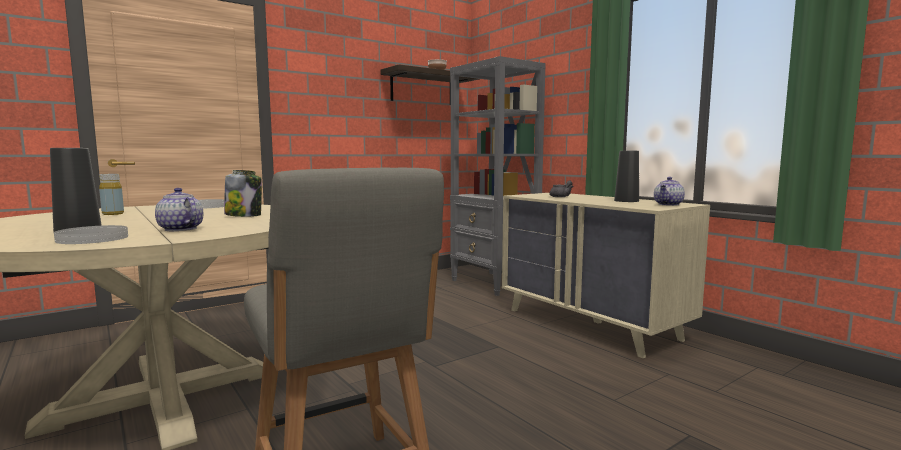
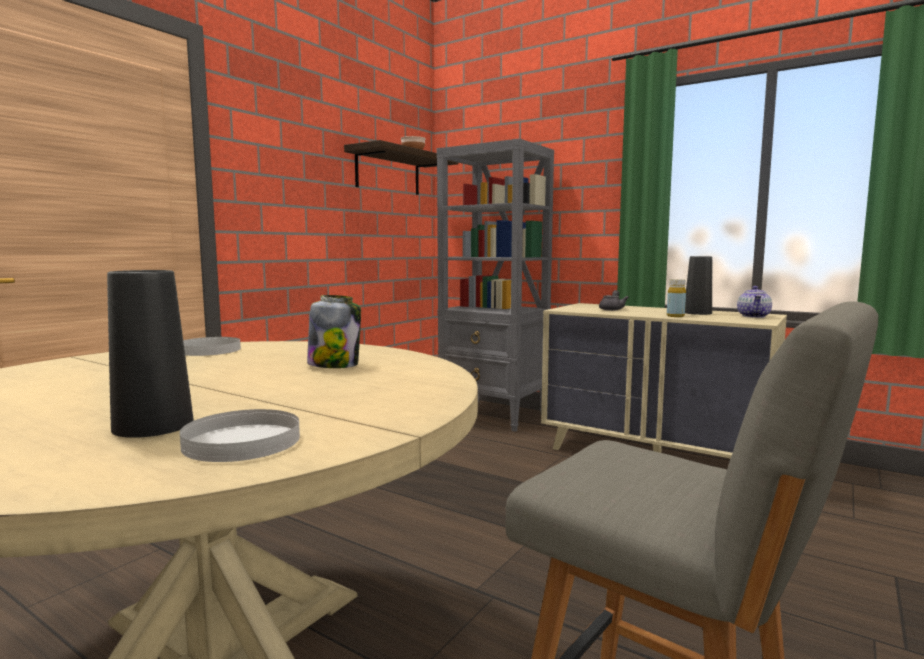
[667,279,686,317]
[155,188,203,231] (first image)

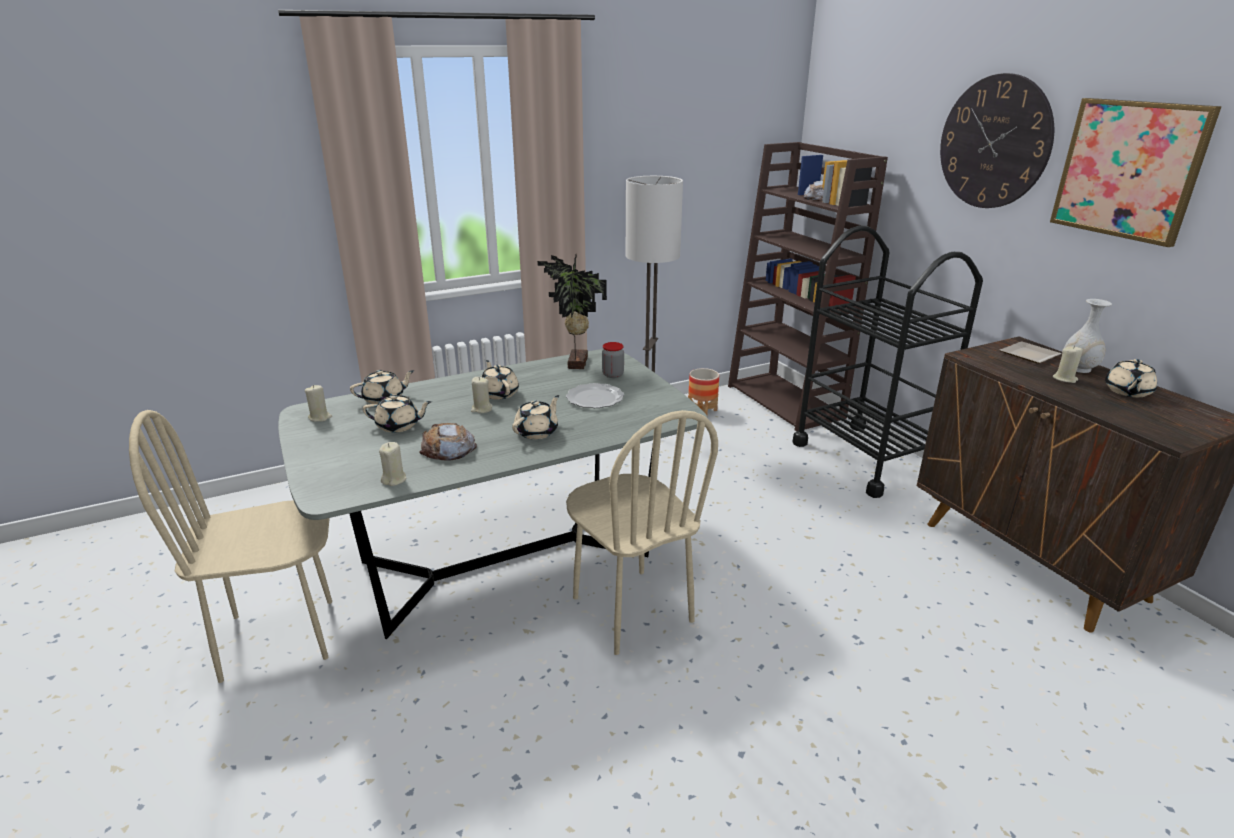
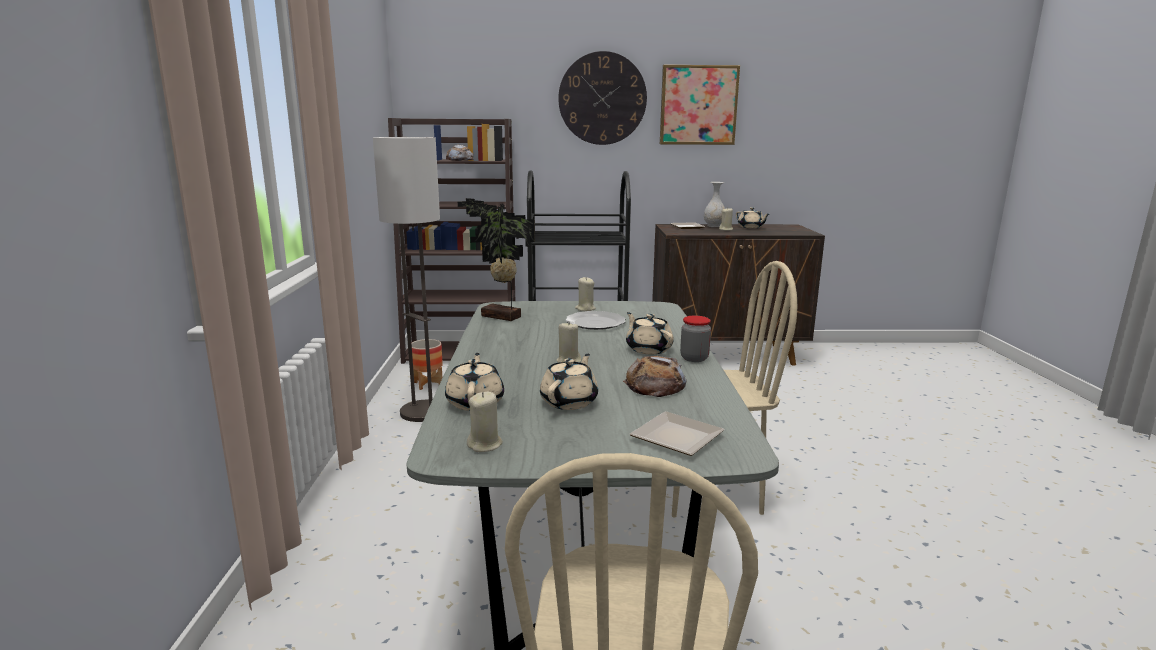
[575,277,596,311]
[630,411,725,456]
[680,316,711,362]
[481,360,519,400] (first image)

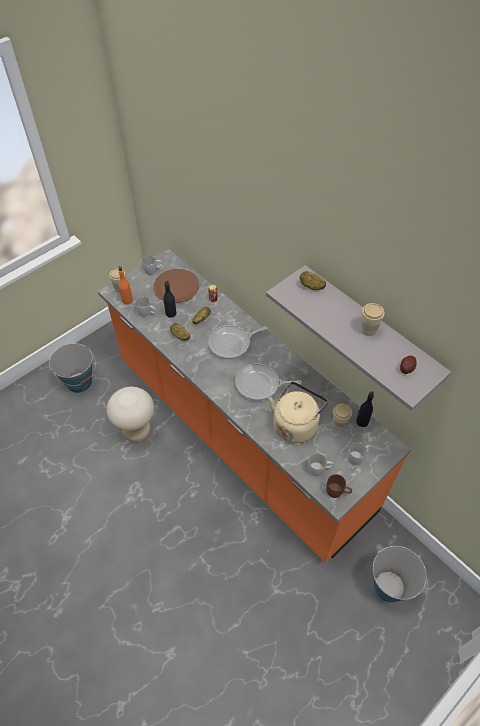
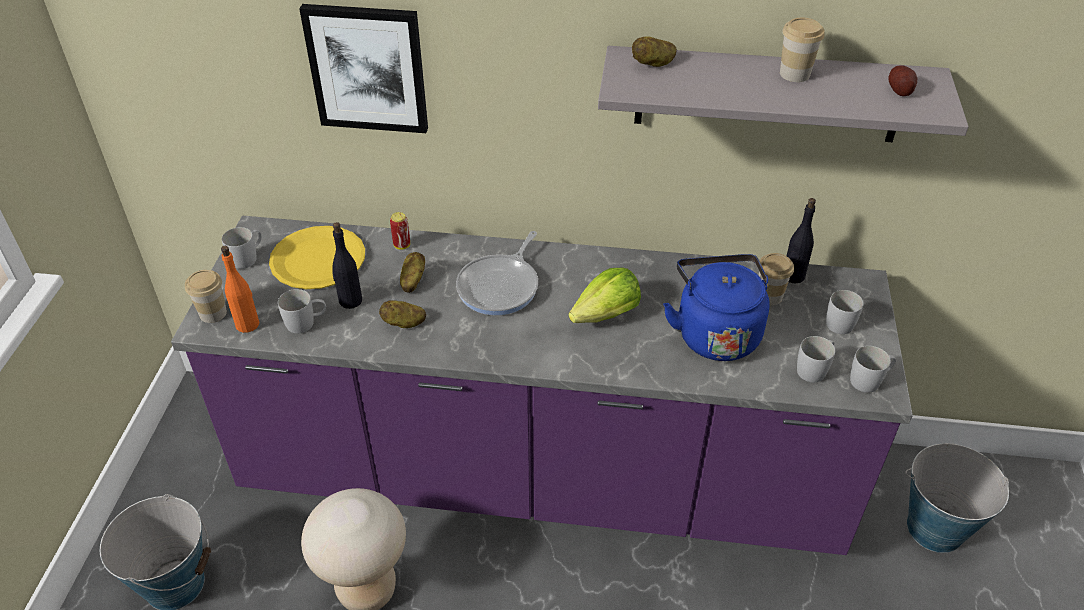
[171,216,913,555]
[269,226,365,289]
[299,4,428,133]
[568,267,641,323]
[663,254,770,361]
[850,346,896,393]

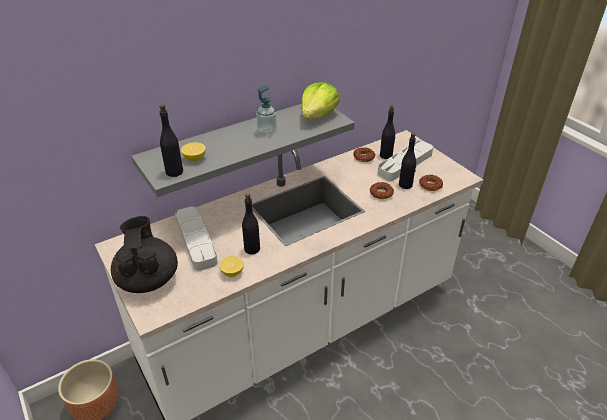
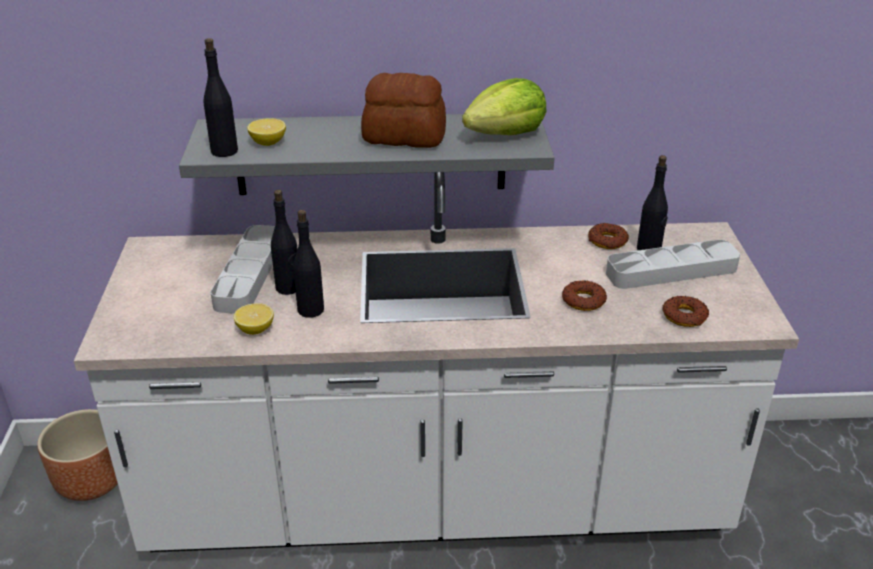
[271,190,297,295]
[361,73,446,148]
[111,216,178,293] (first image)

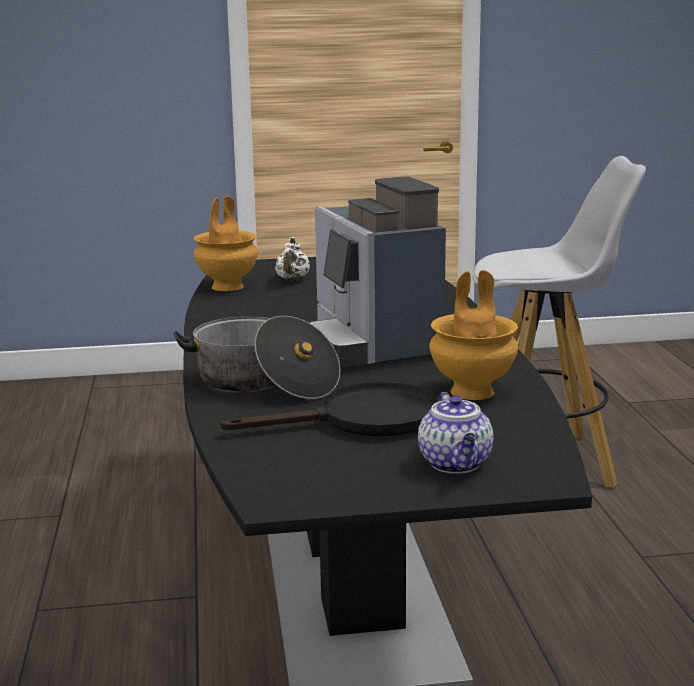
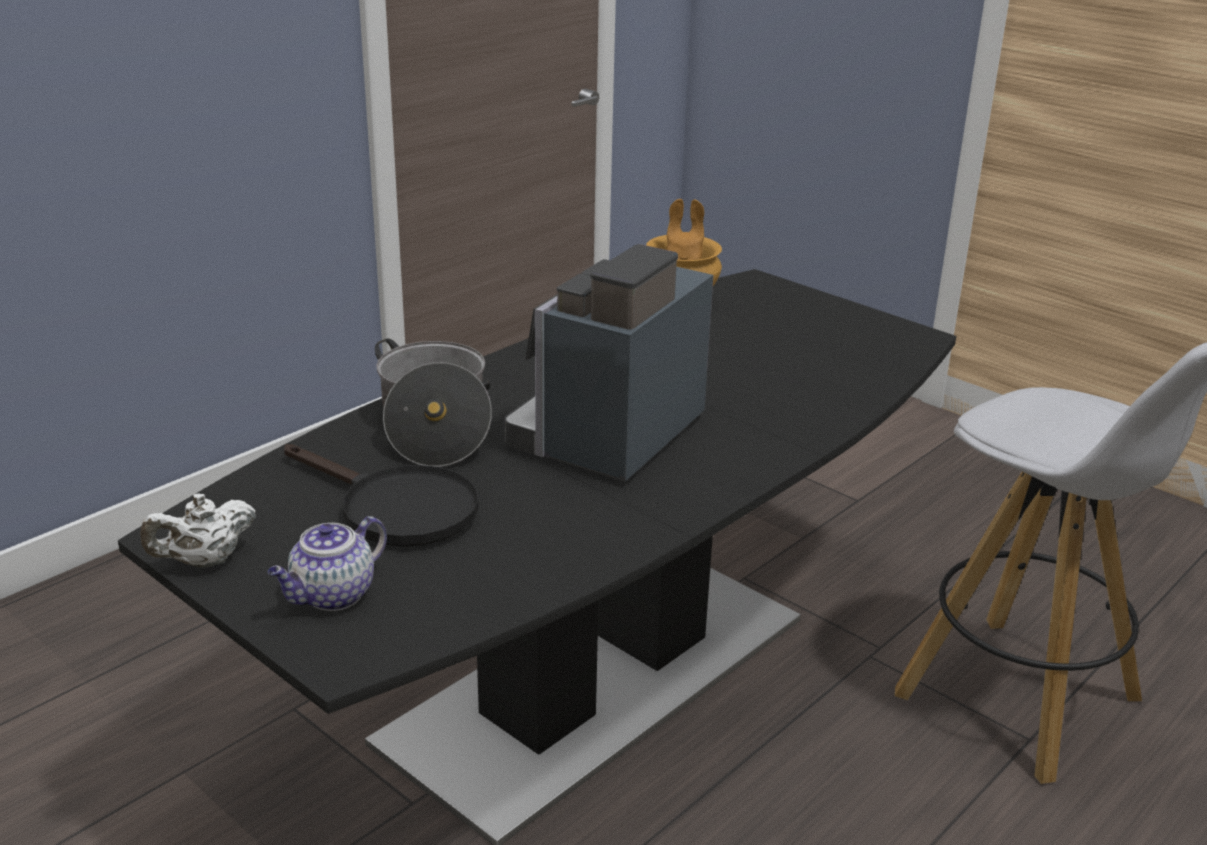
[140,493,256,568]
[429,270,518,400] (first image)

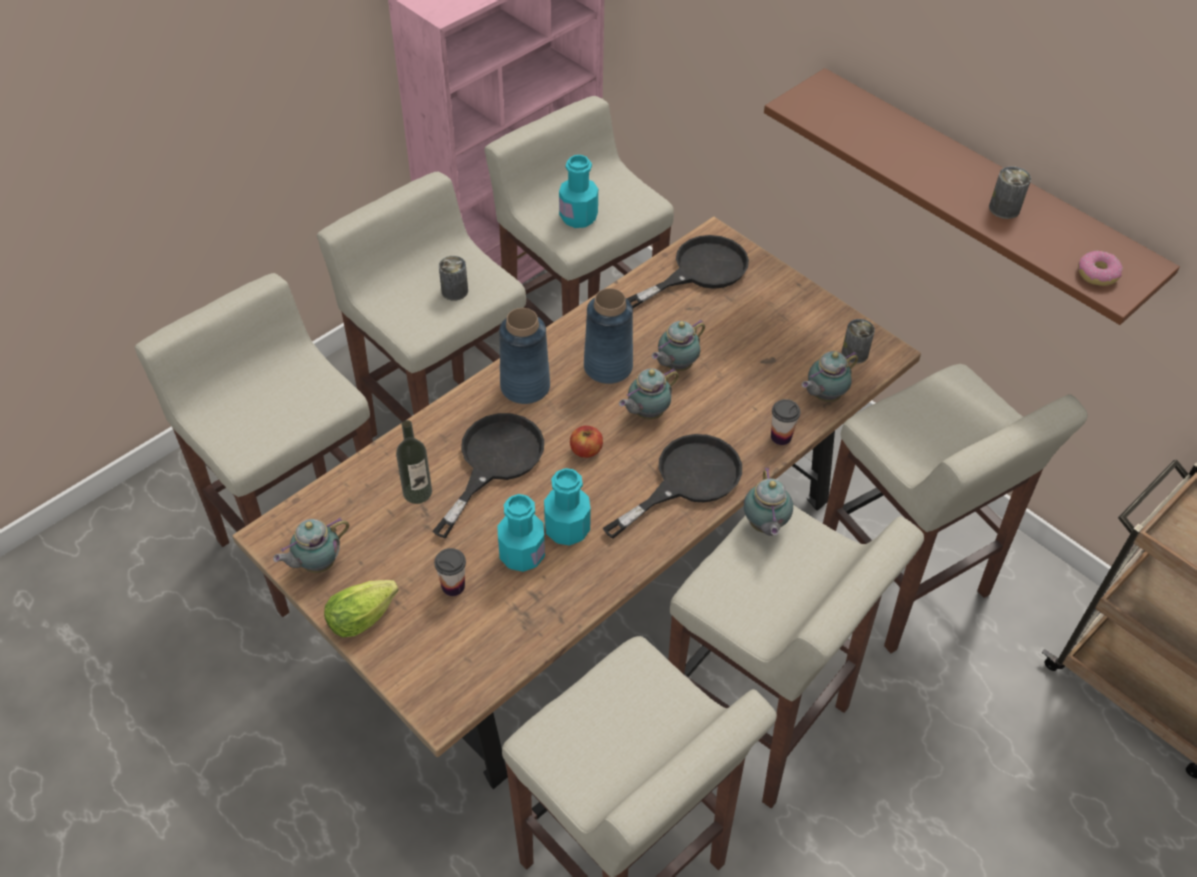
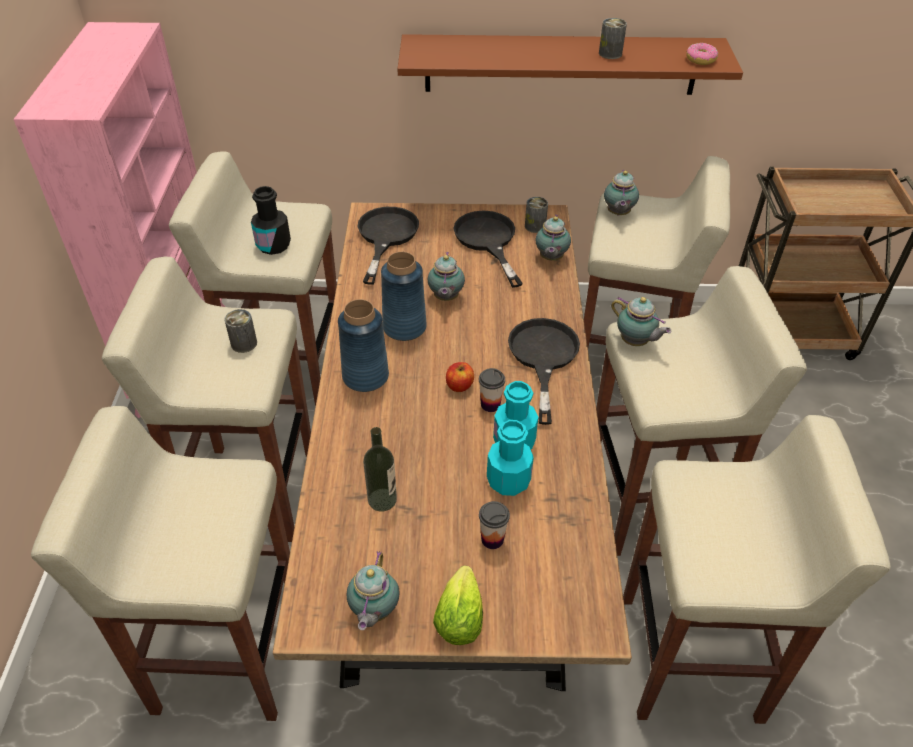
[251,186,291,255]
[453,211,523,288]
[479,368,505,412]
[604,170,639,216]

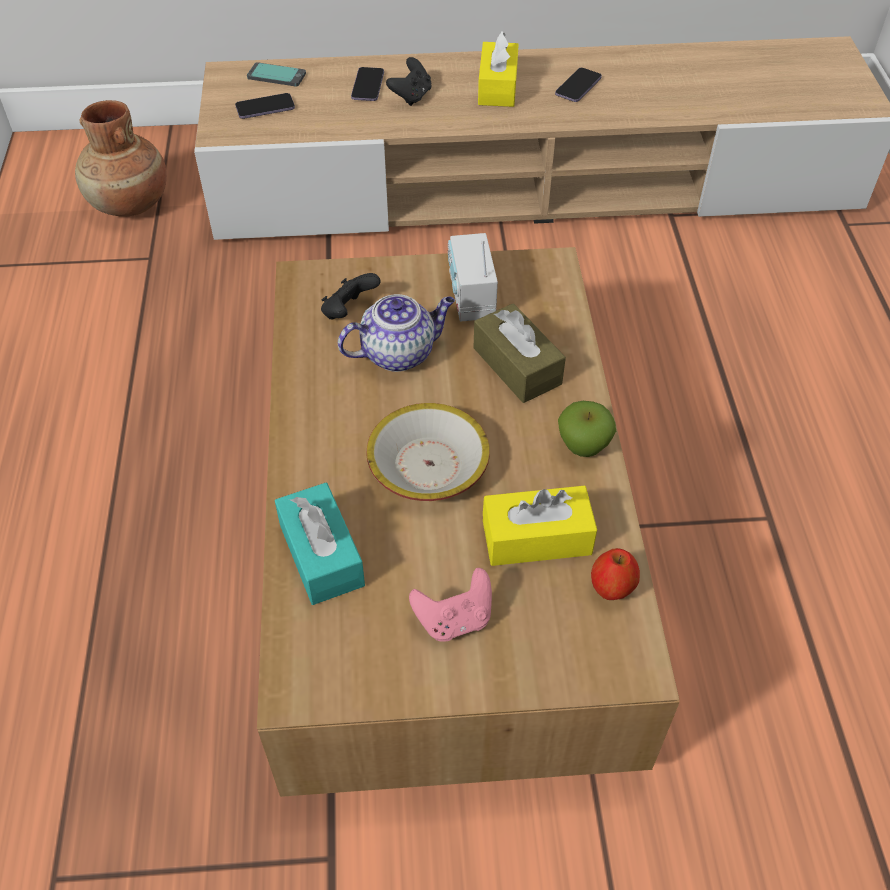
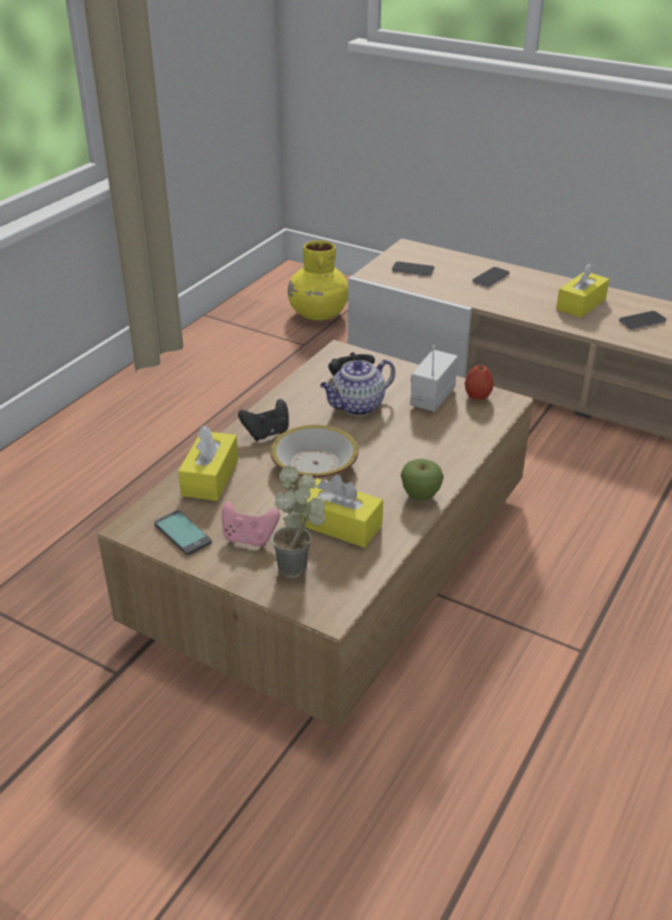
[154,510,212,555]
[178,425,238,501]
[238,399,289,441]
[272,465,326,578]
[288,241,348,321]
[320,359,395,416]
[465,365,494,400]
[473,303,566,403] (first image)

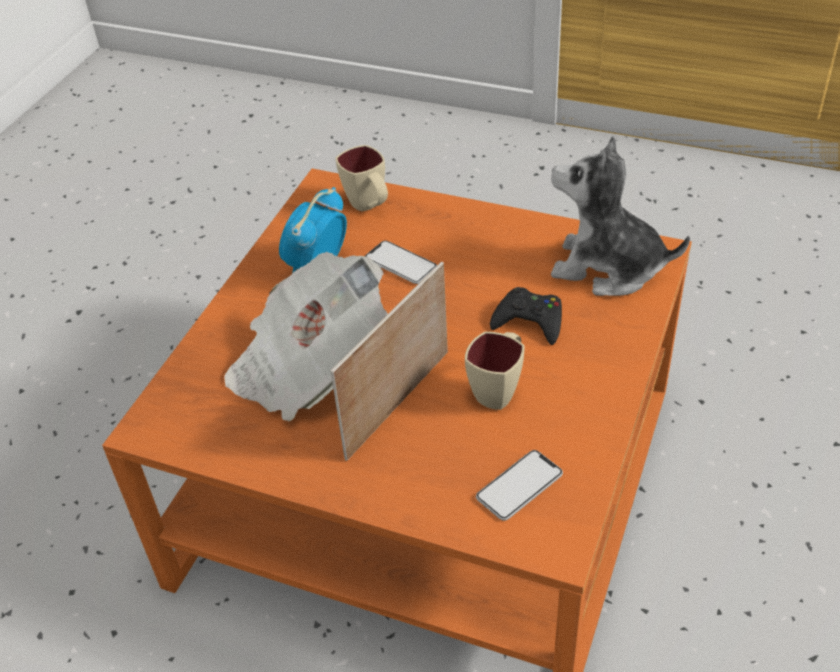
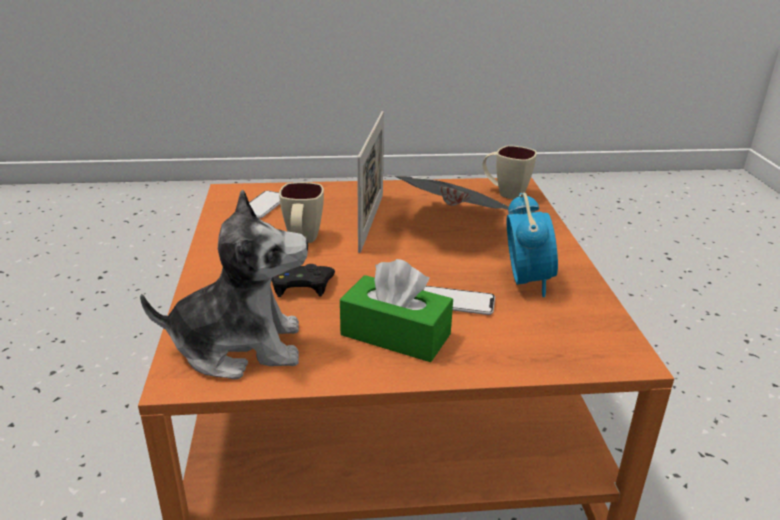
[340,259,453,362]
[483,145,537,199]

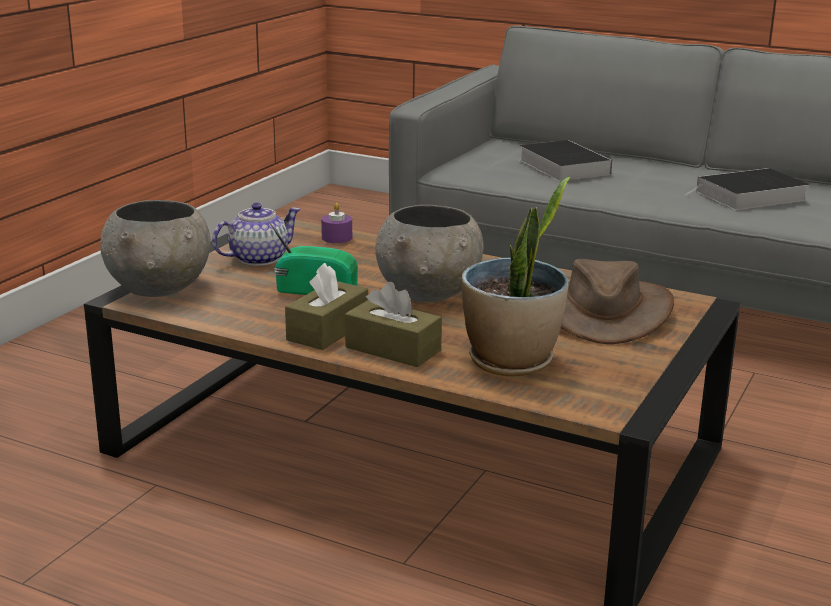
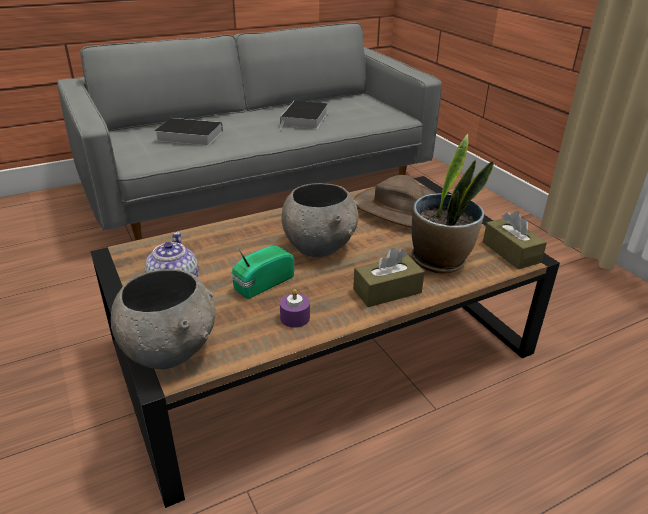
[280,289,310,328]
[483,211,547,269]

